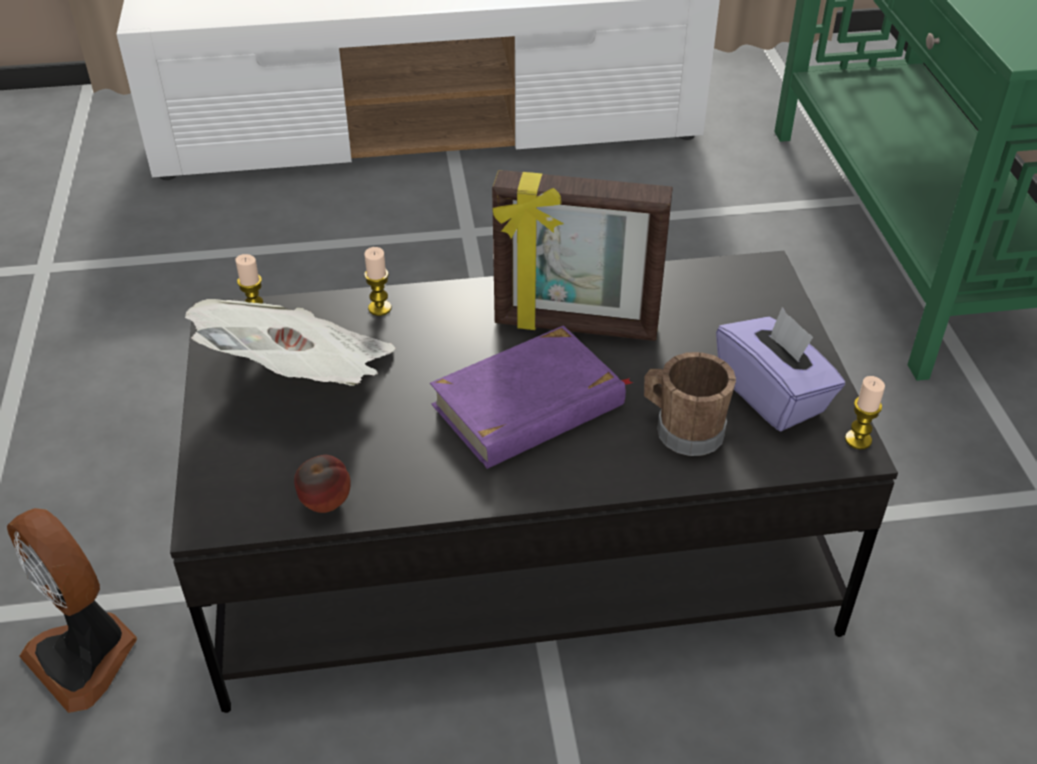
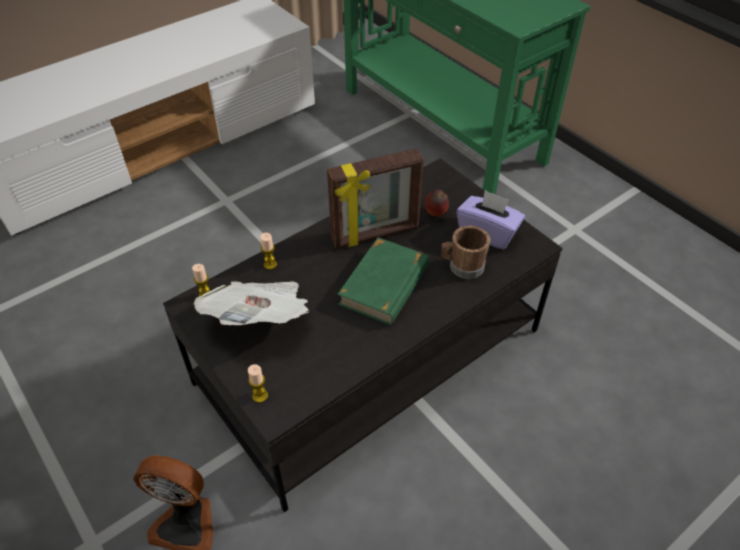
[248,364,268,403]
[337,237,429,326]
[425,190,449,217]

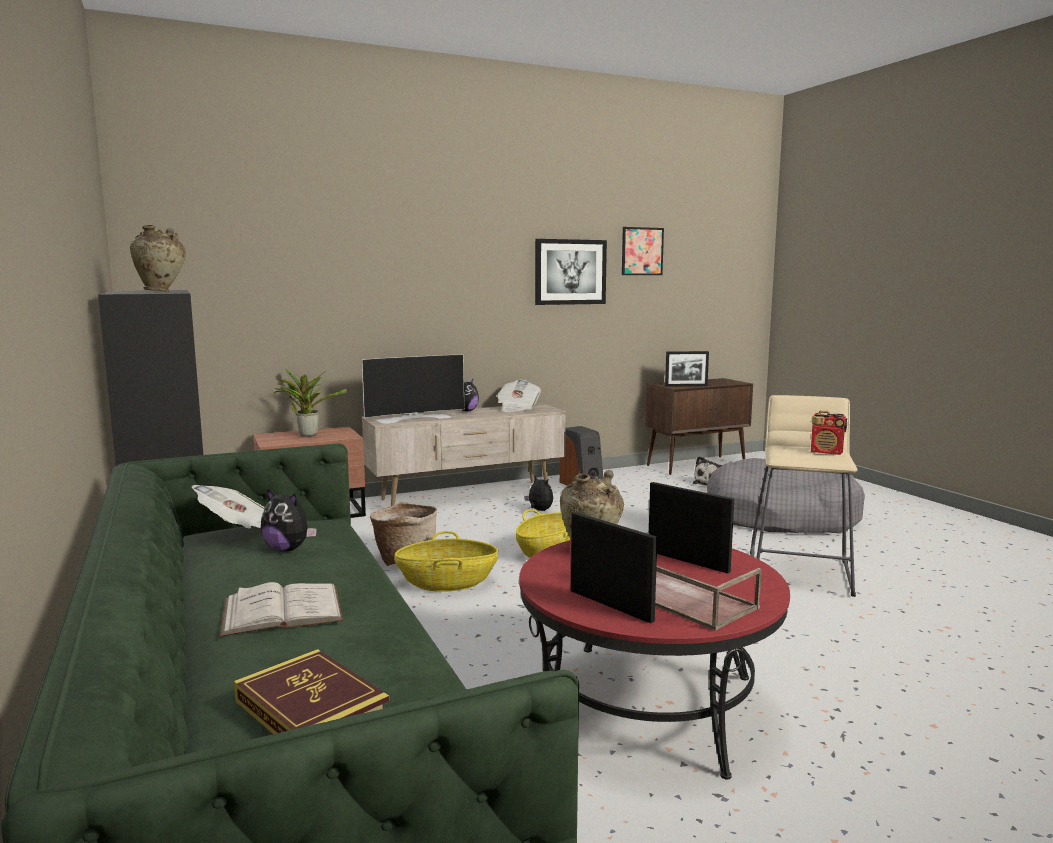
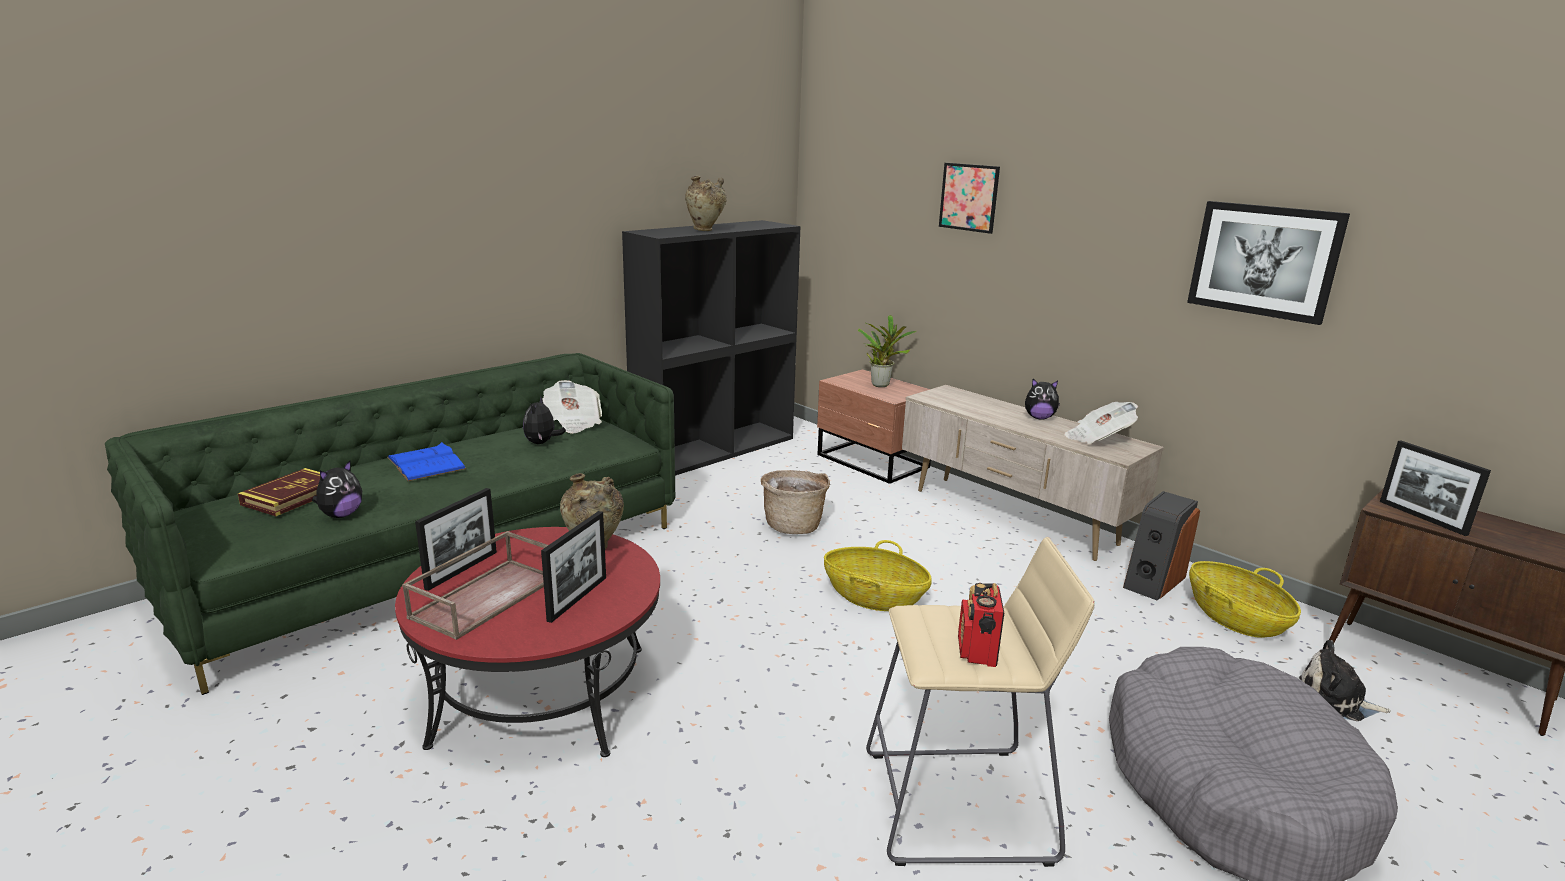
[312,461,362,518]
[387,442,466,481]
[939,163,1000,234]
[1189,561,1301,638]
[362,355,464,424] (first image)

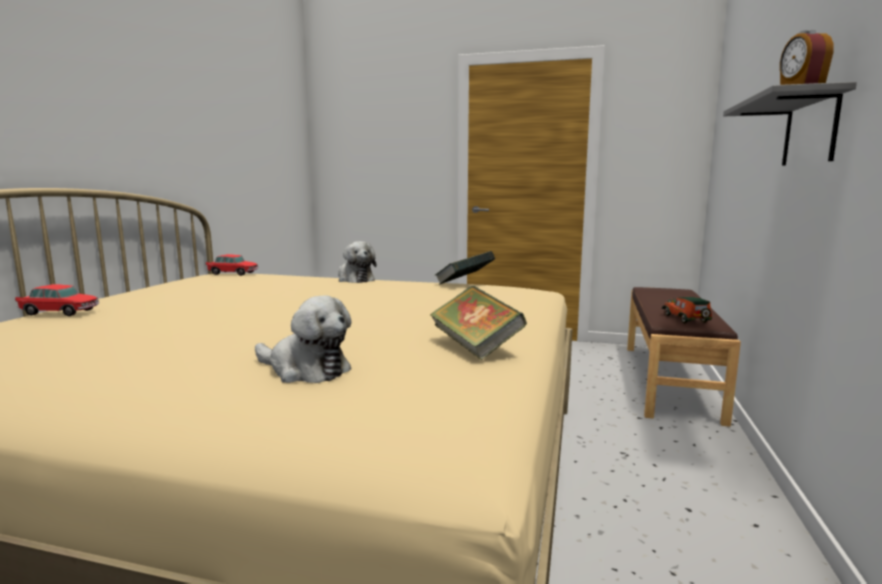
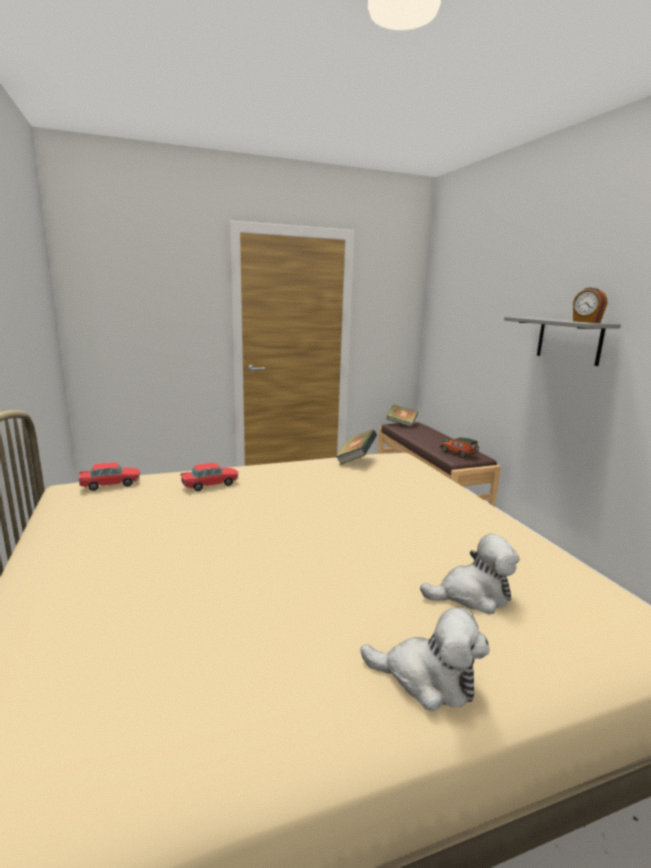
[181,463,238,491]
[360,607,490,711]
[387,405,418,427]

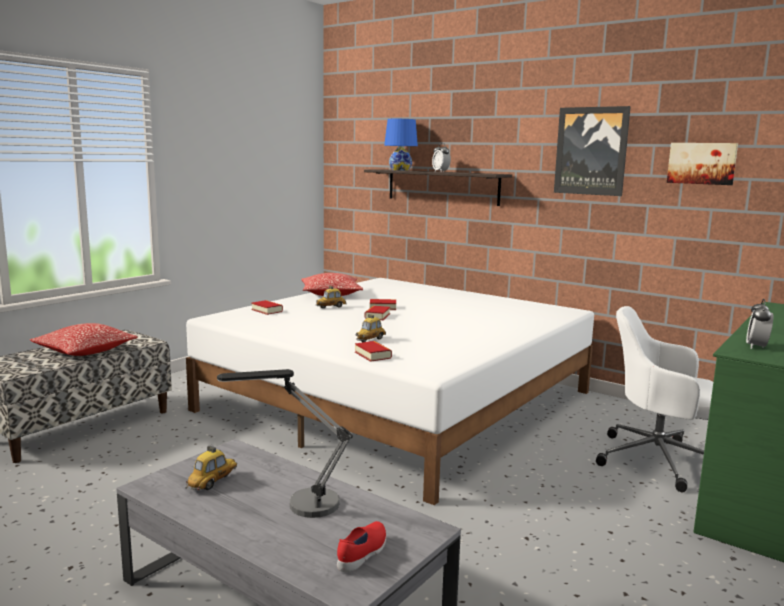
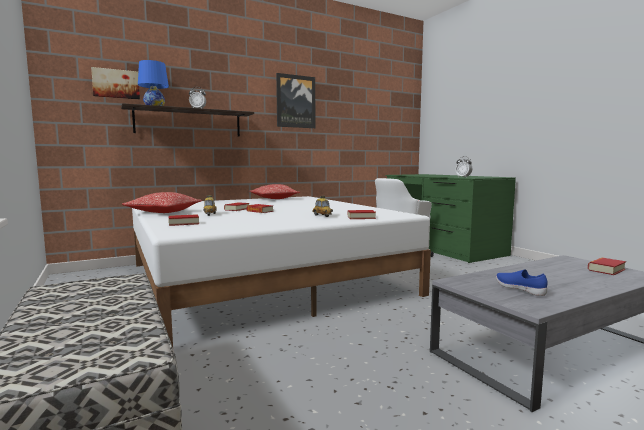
[91,67,140,99]
[249,184,300,199]
[496,270,548,296]
[588,257,626,275]
[217,369,353,518] (first image)

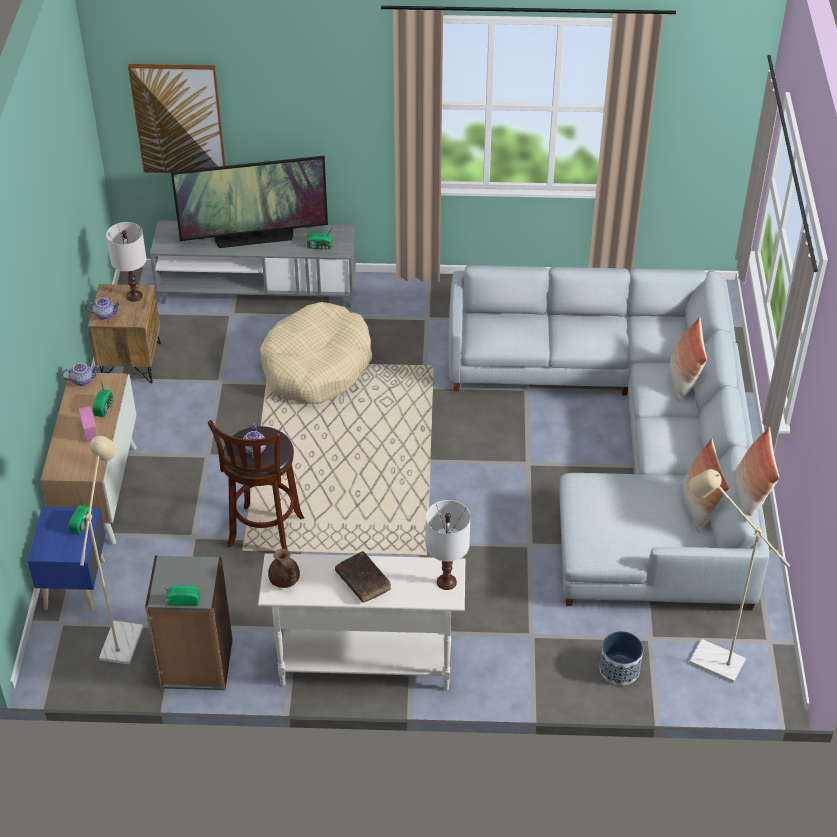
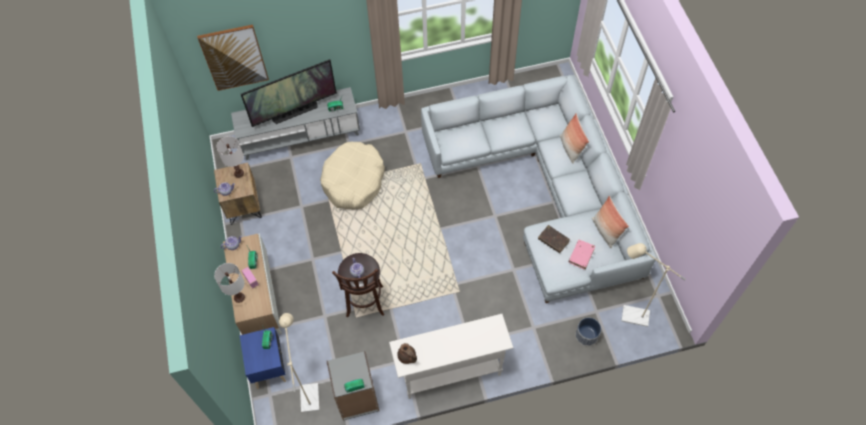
[214,263,245,303]
[538,225,570,253]
[569,240,595,270]
[735,427,779,522] (first image)

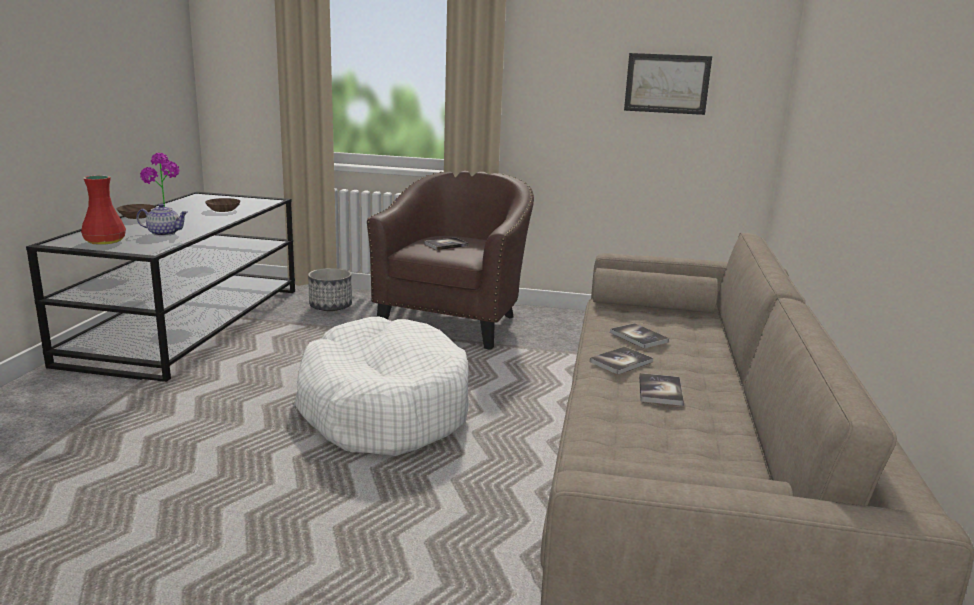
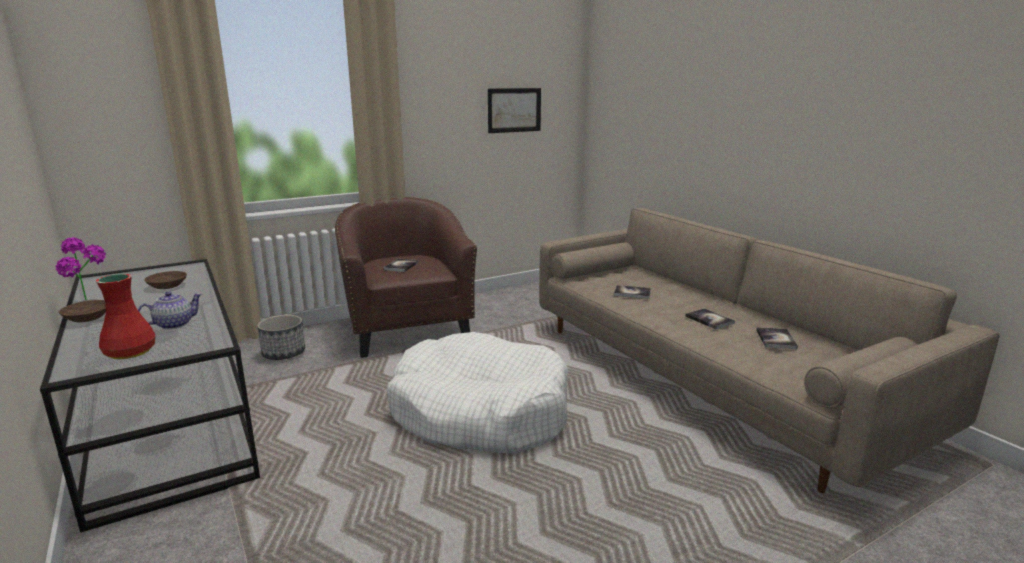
[756,327,798,349]

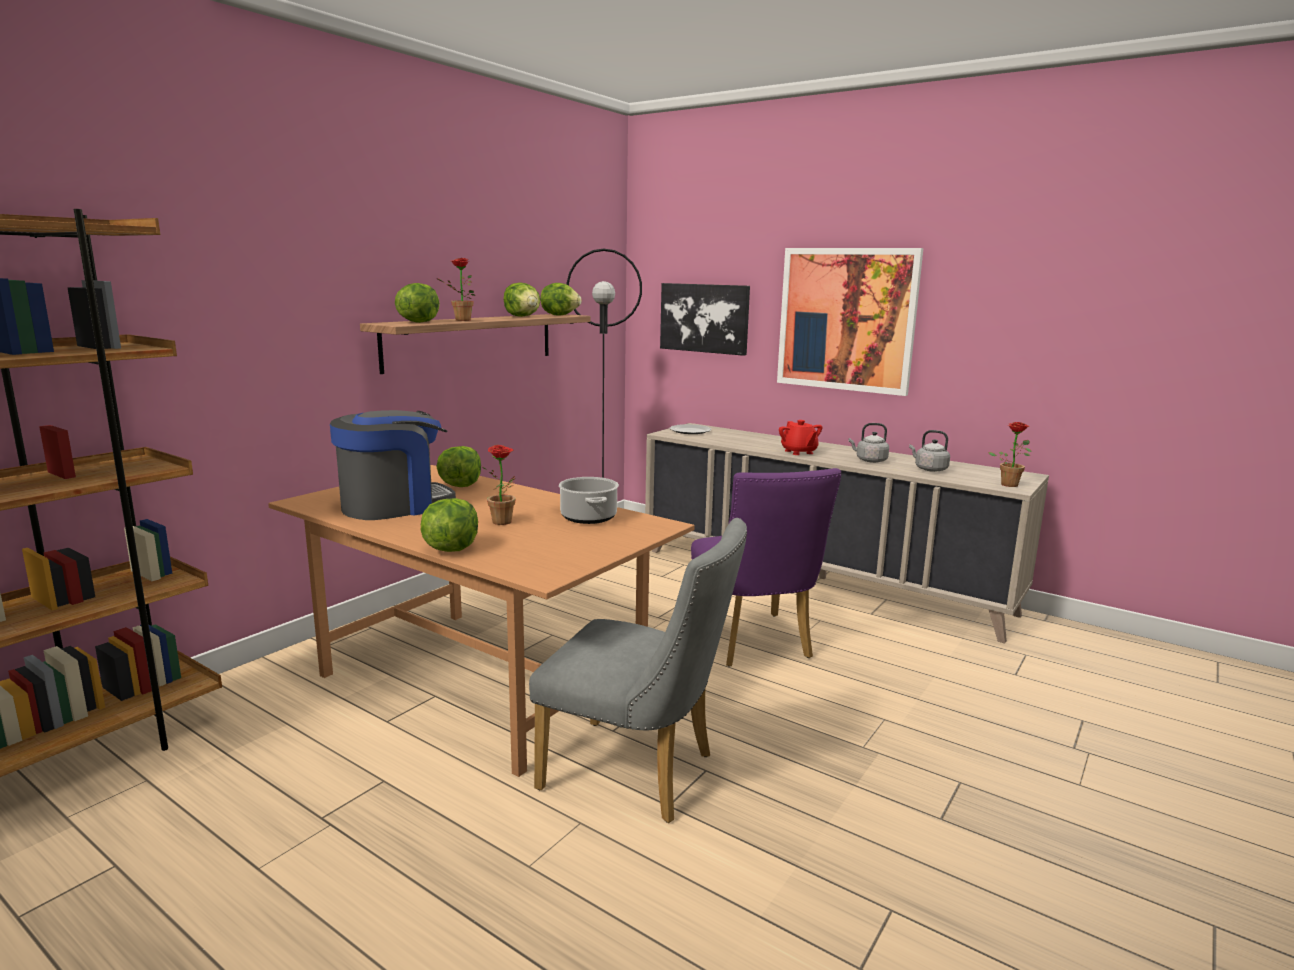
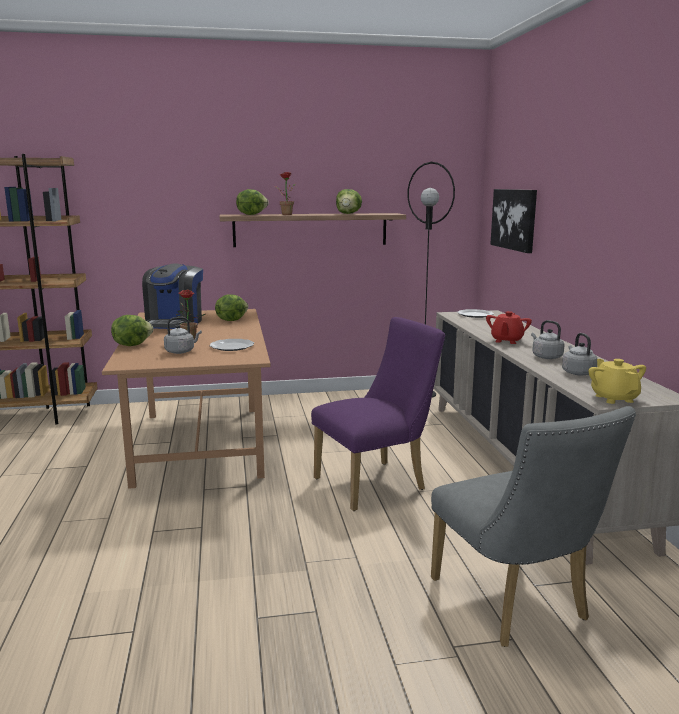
[142,264,203,329]
[164,317,202,354]
[209,339,254,351]
[311,317,445,511]
[431,406,636,647]
[588,359,646,404]
[540,283,581,316] (first image)
[777,248,924,396] (first image)

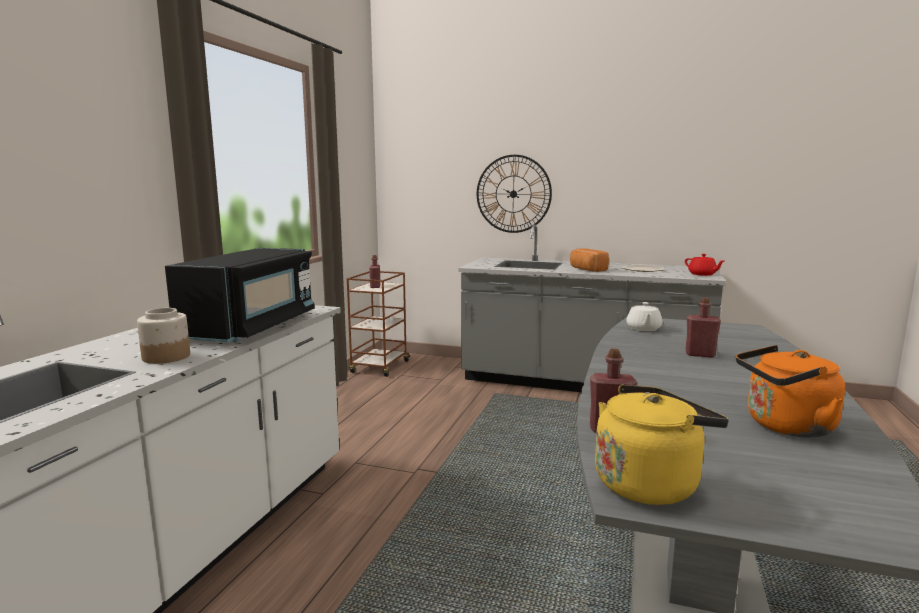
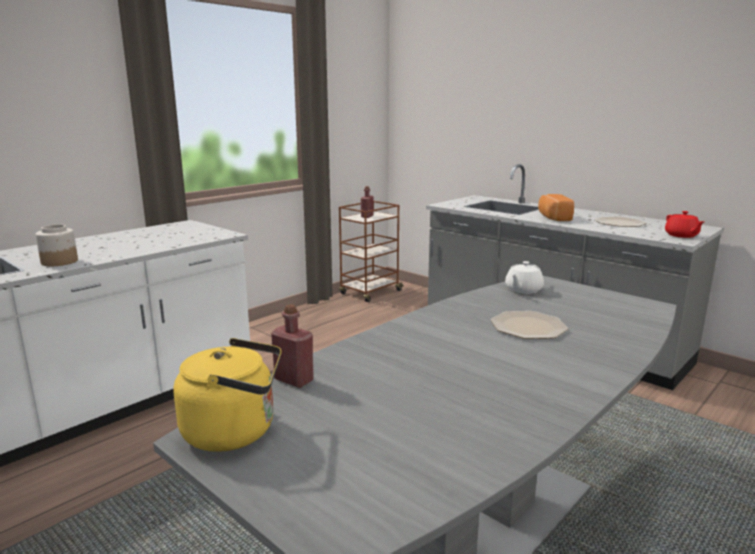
[491,311,568,339]
[165,248,315,342] (first image)
[477,155,552,233] (first image)
[736,345,845,437] (first image)

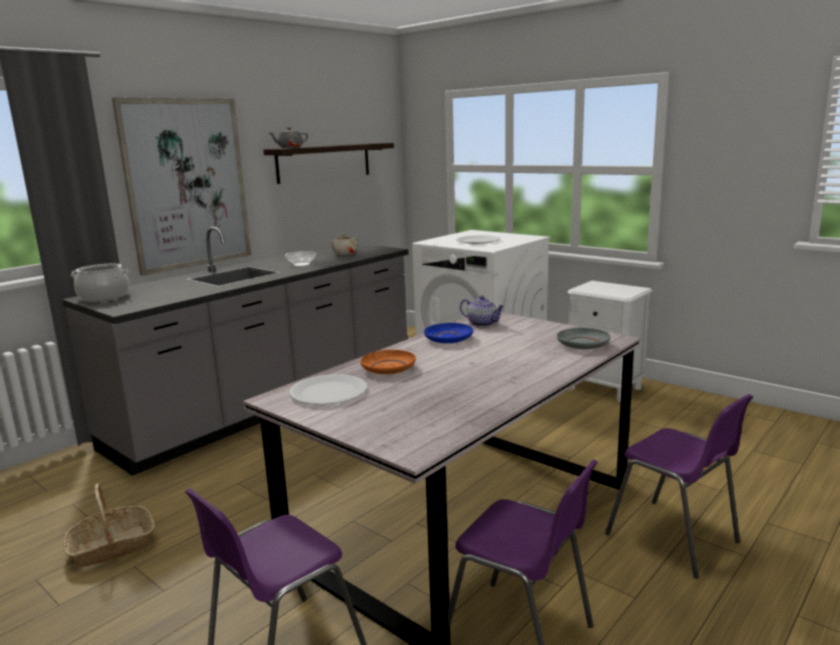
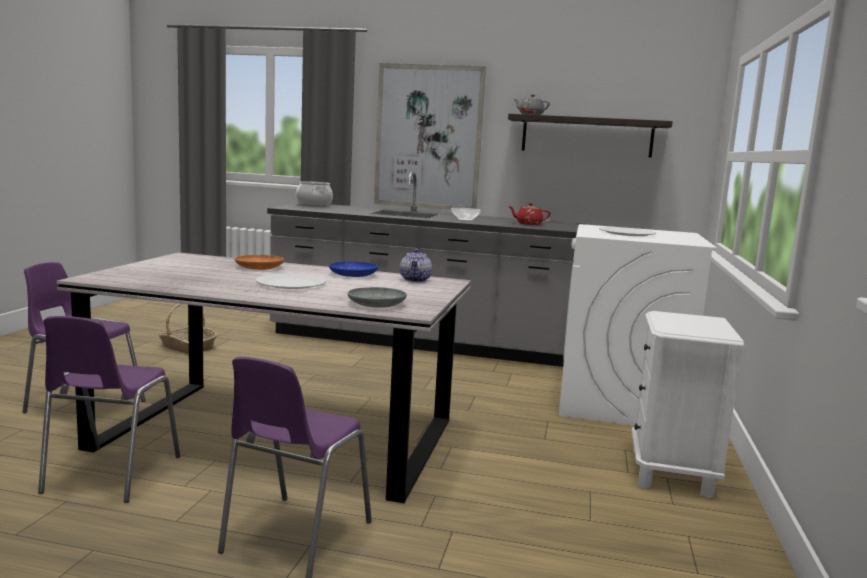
[256,274,326,289]
[508,203,551,225]

